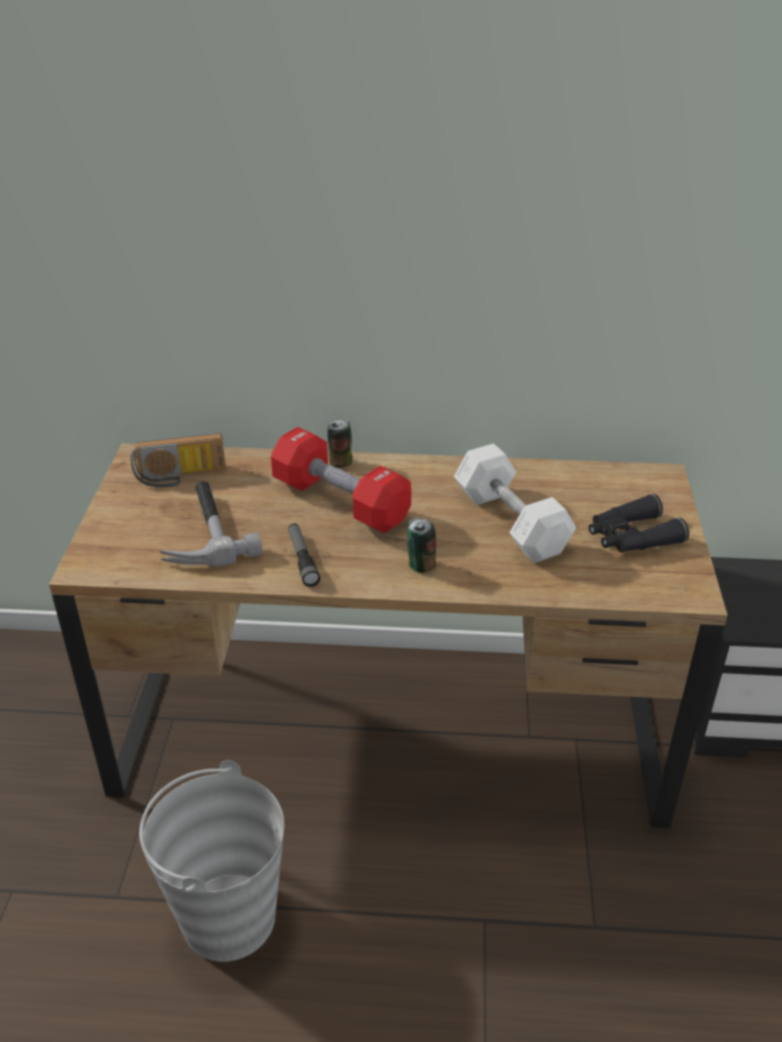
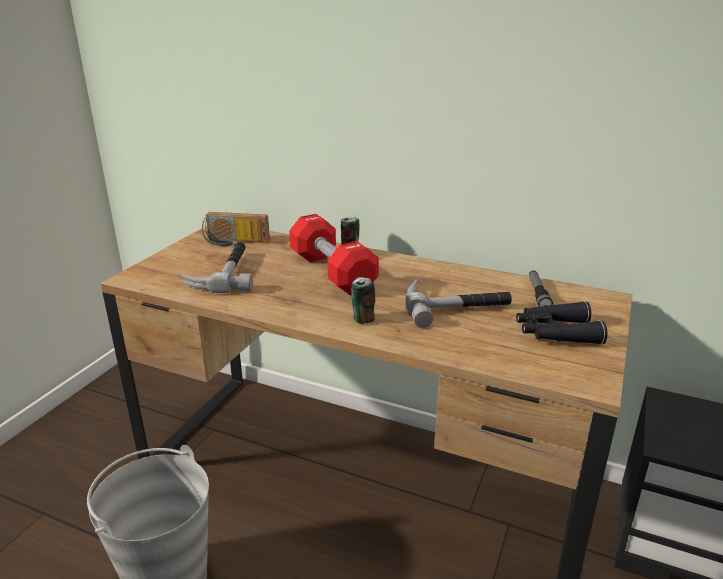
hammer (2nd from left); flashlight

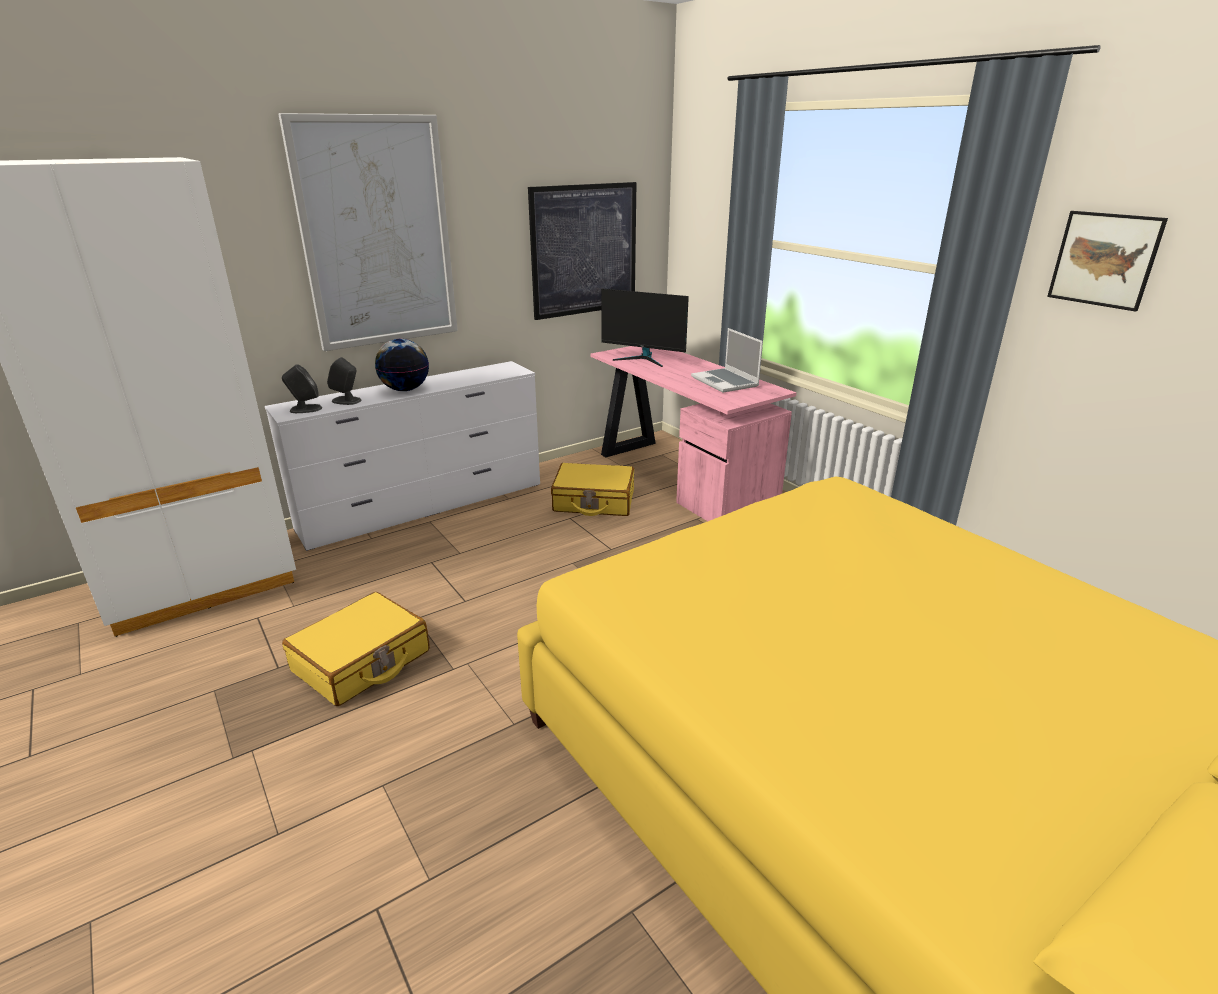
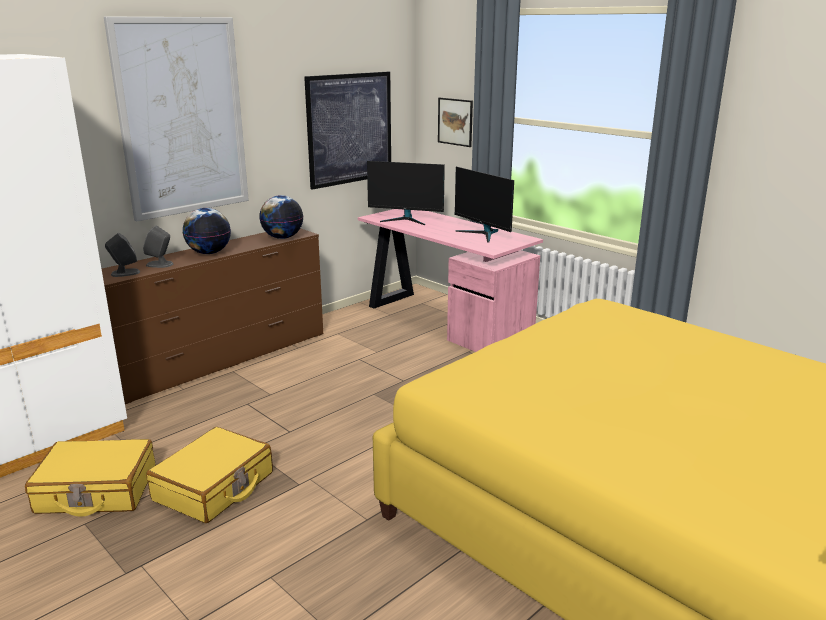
yellow_suitcase (1st from left); brown_dresser; globe (2nd from left); picture (3rd from left); monitor (2nd from left)

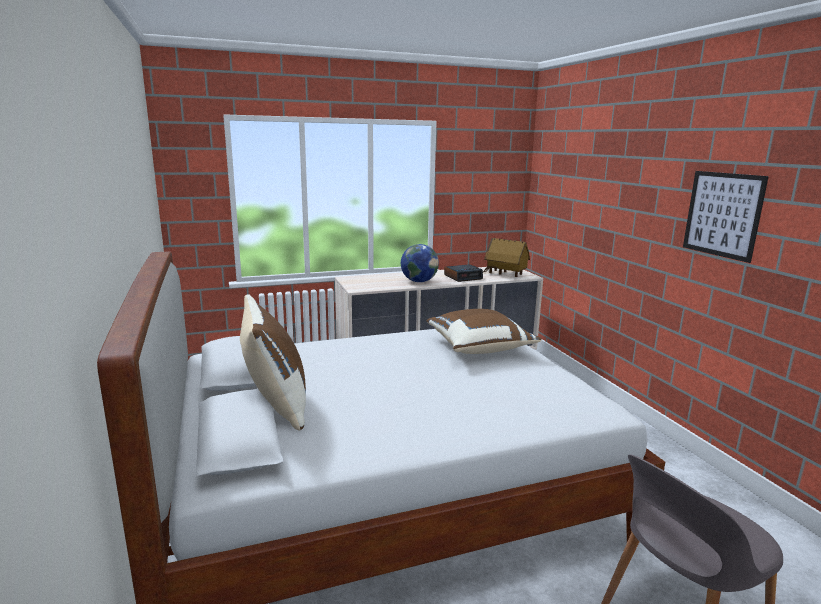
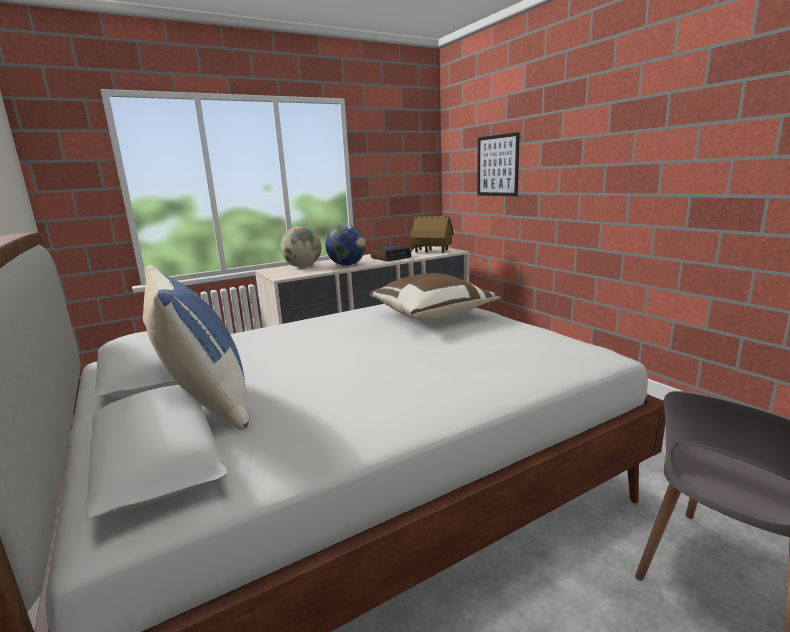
blue_pillow; globe (1st from left); picture

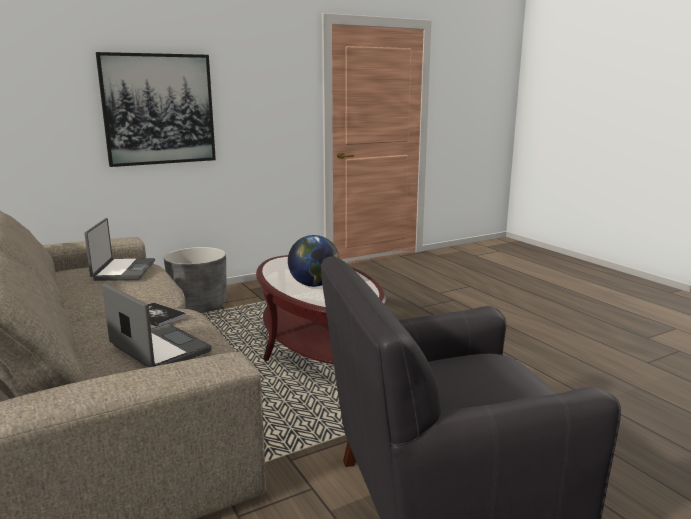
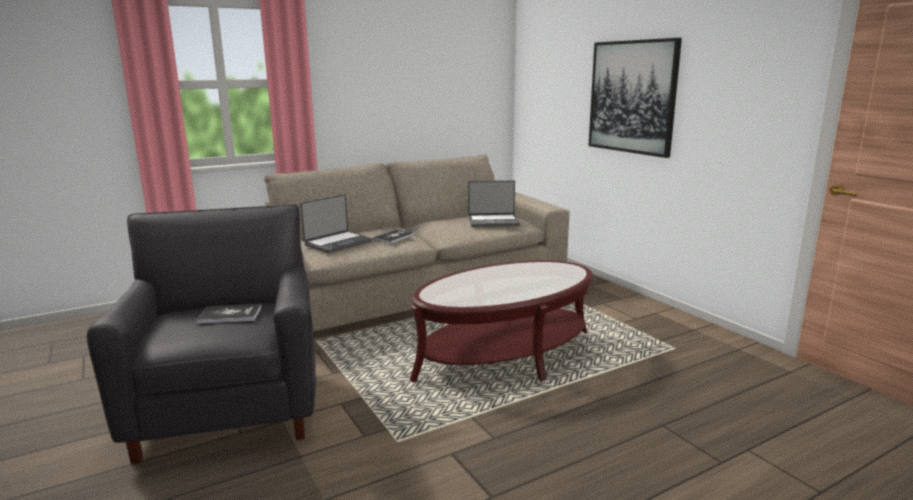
book (1st from left); grey_planter; globe

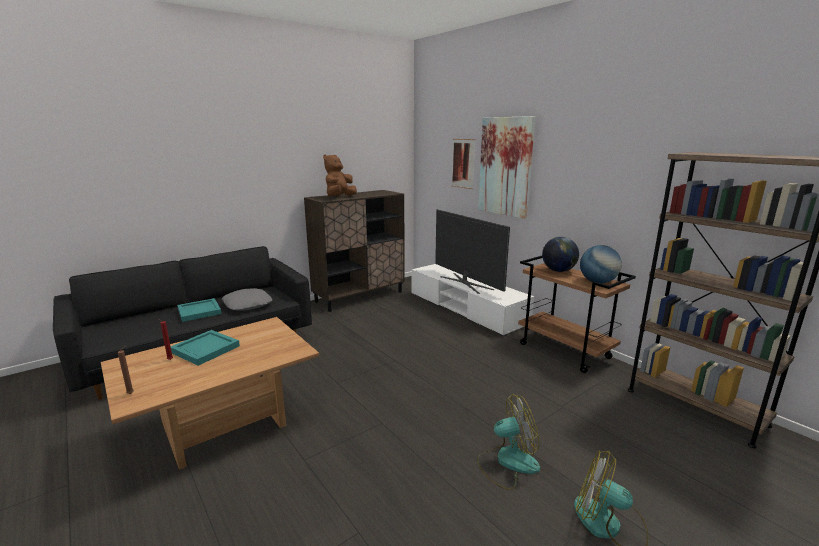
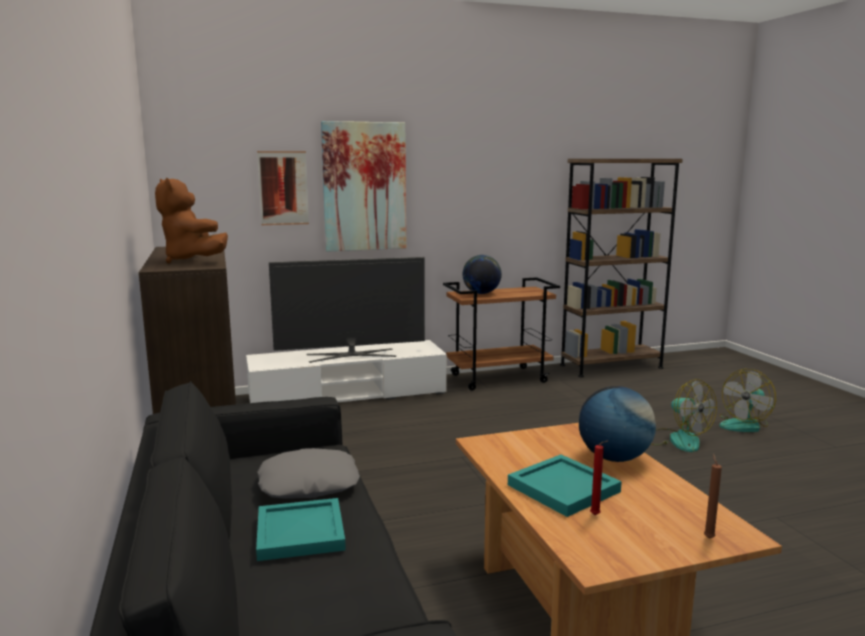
globe (2nd from left); fan (1st from left)

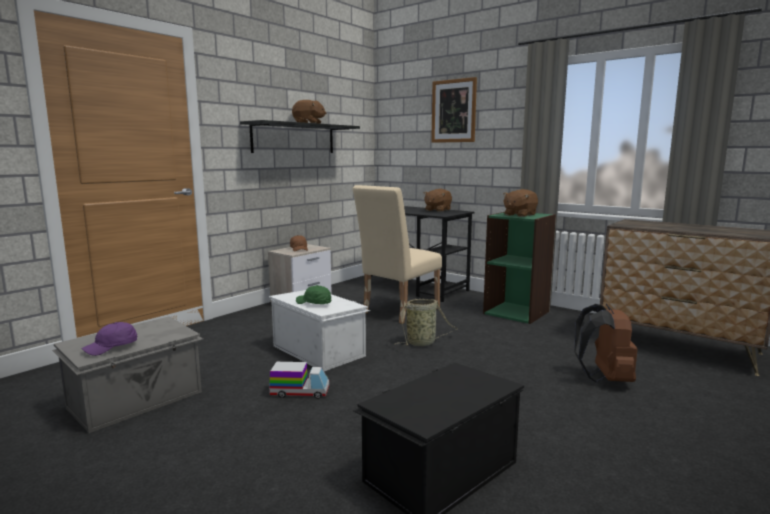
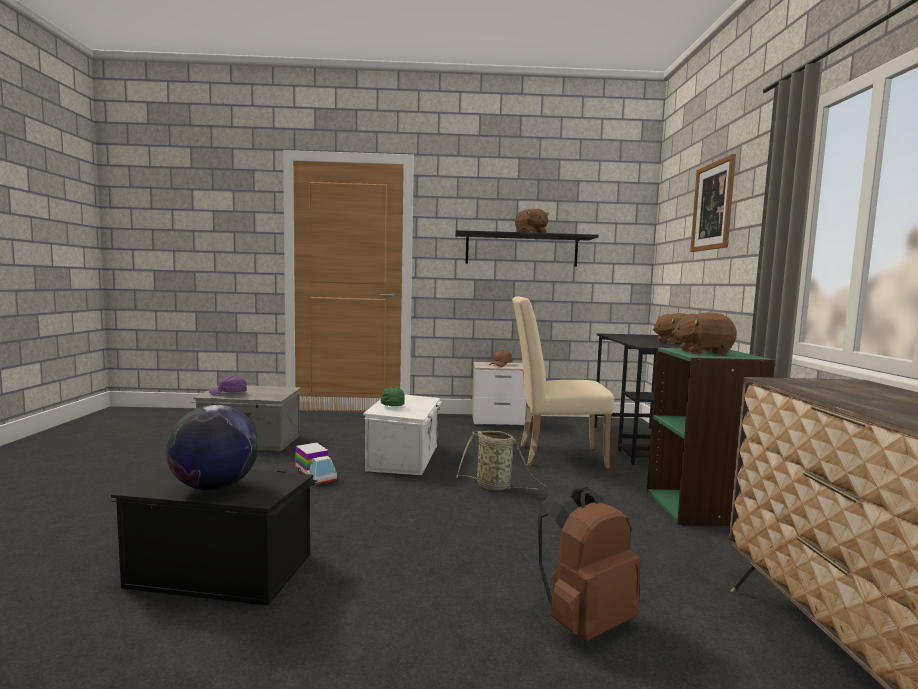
globe

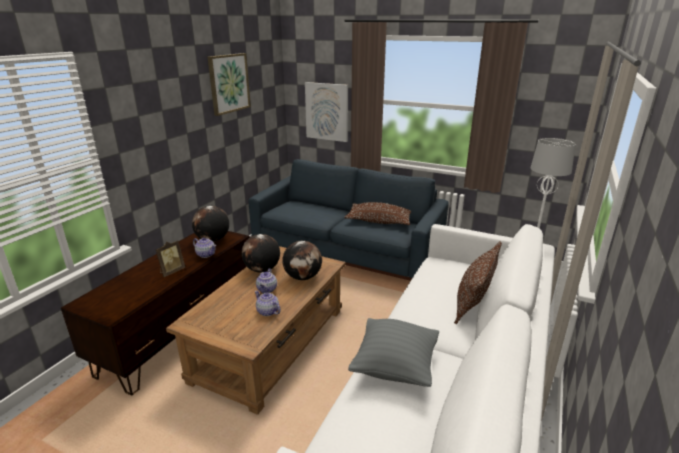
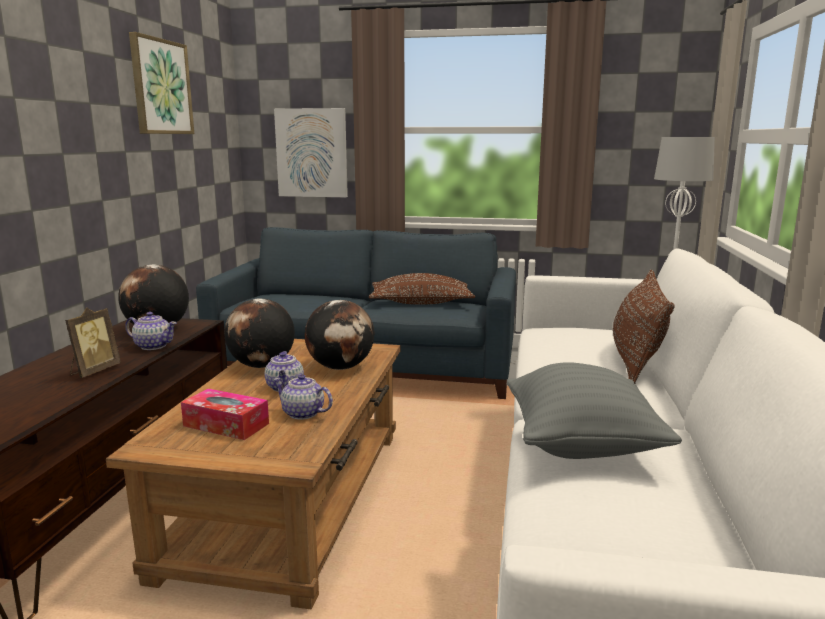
tissue_box

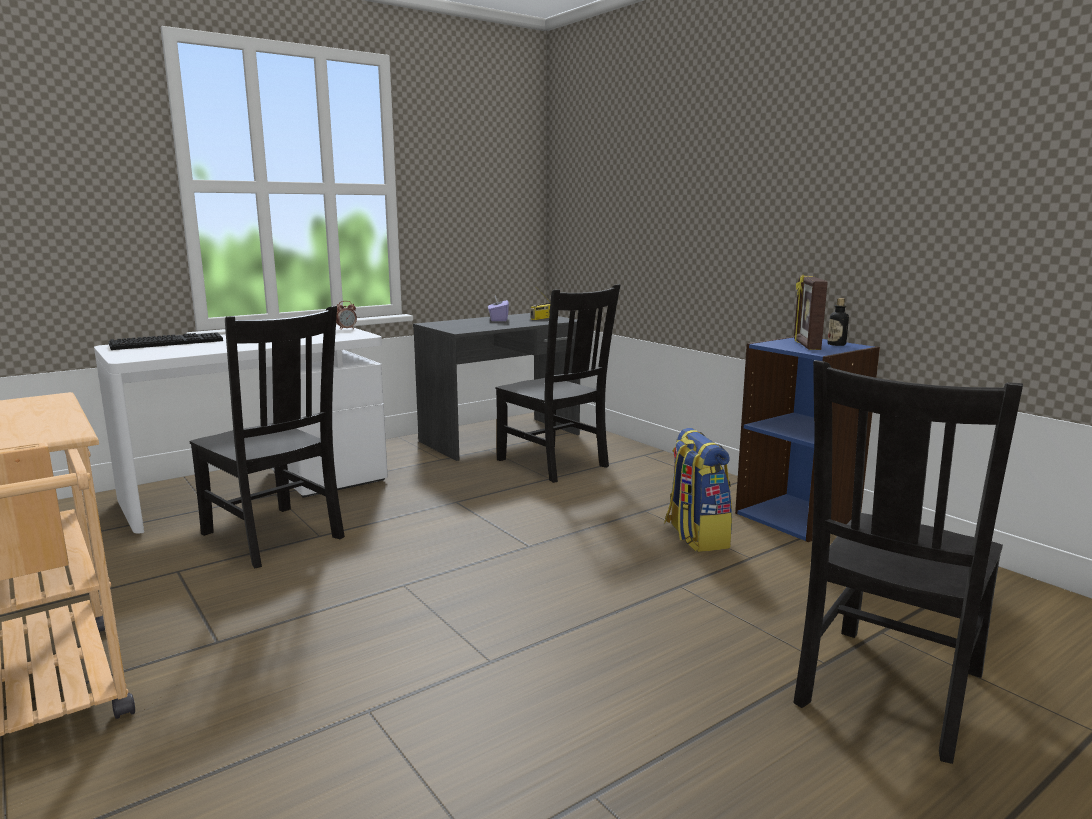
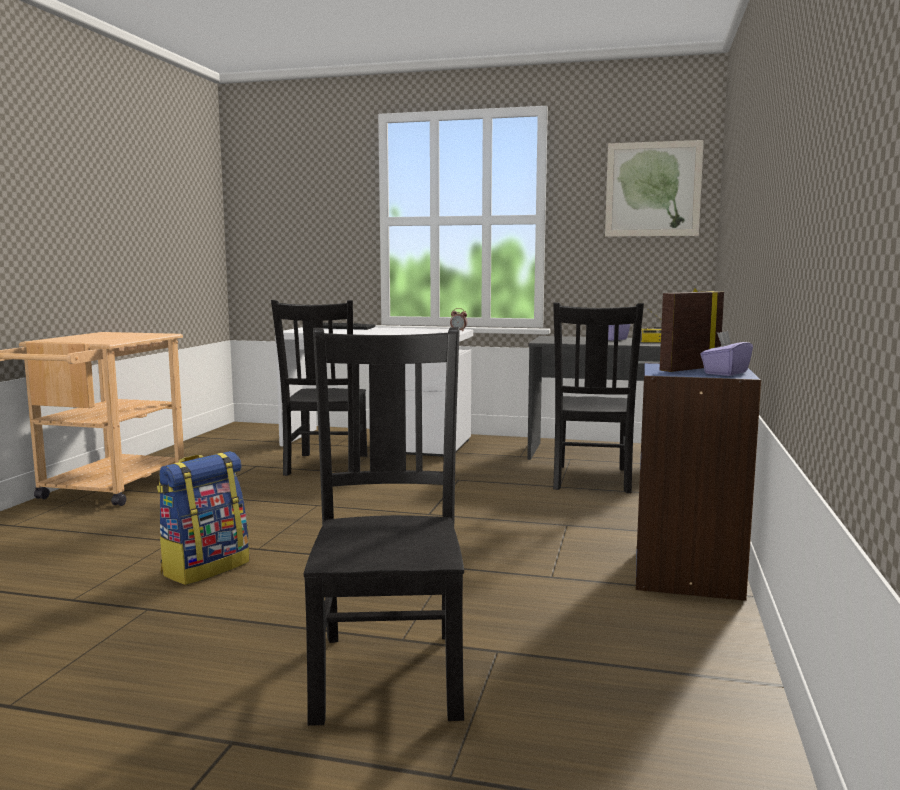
backpack; black_chair (2nd from left); picture; purple_tissue_box (2nd from left)

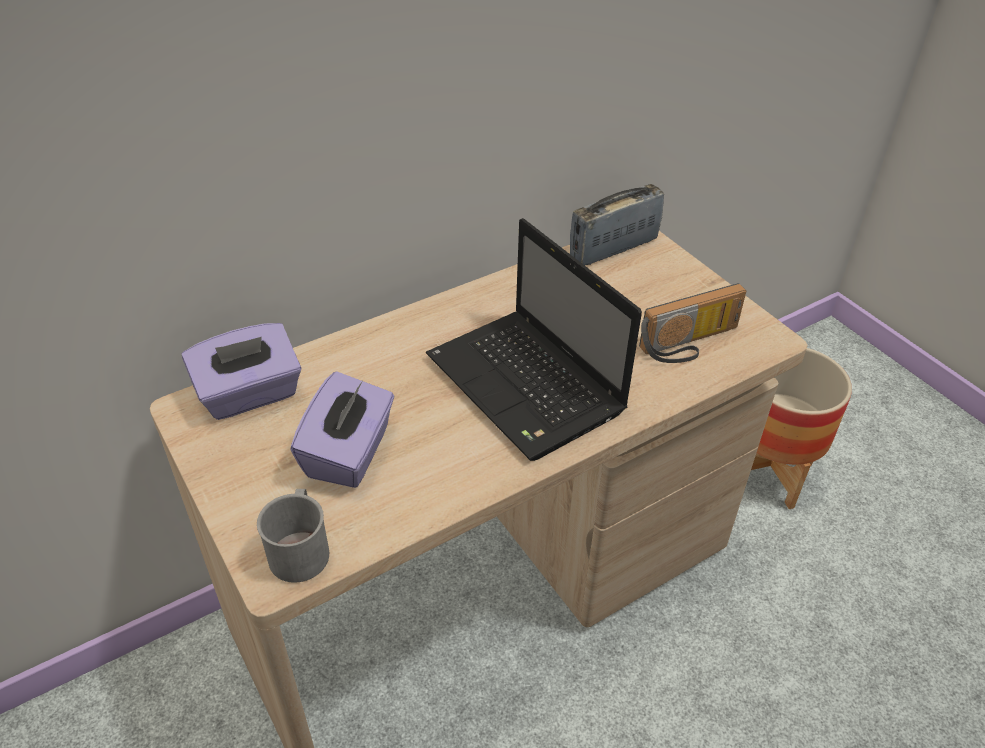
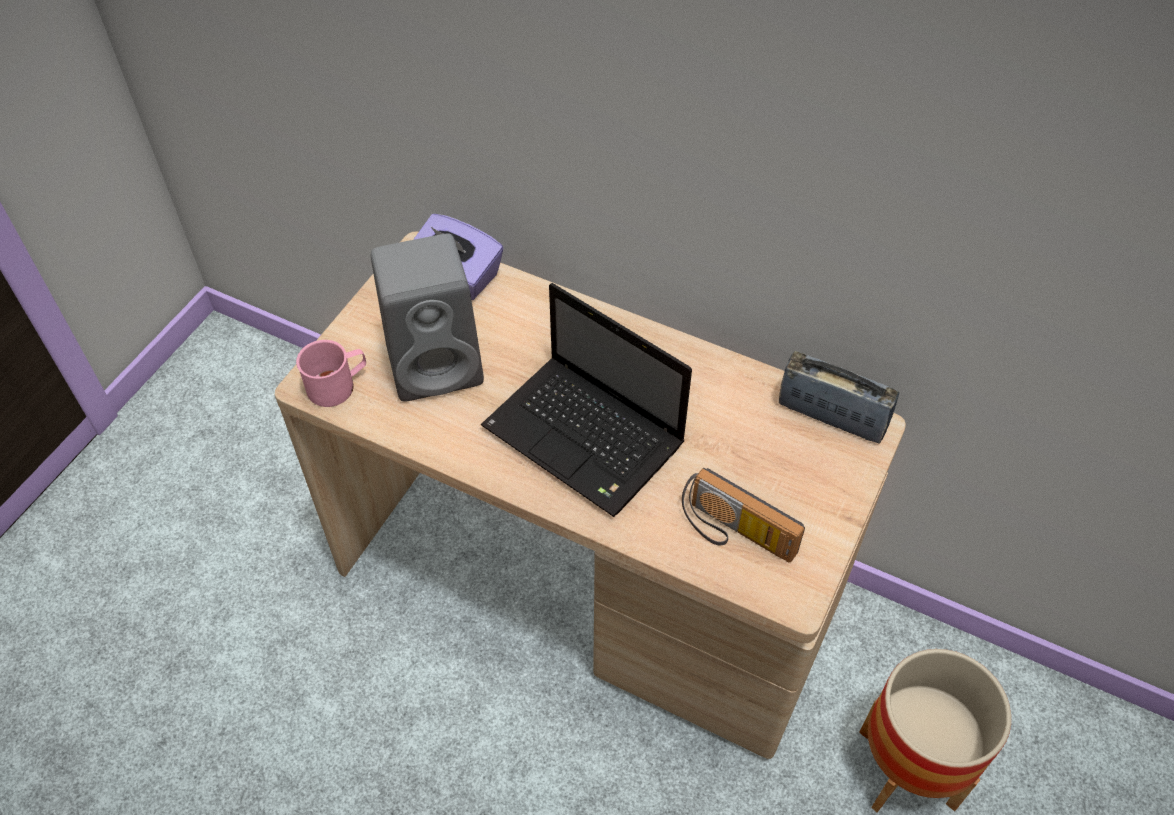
pink_mug; grey_speaker; laptop

